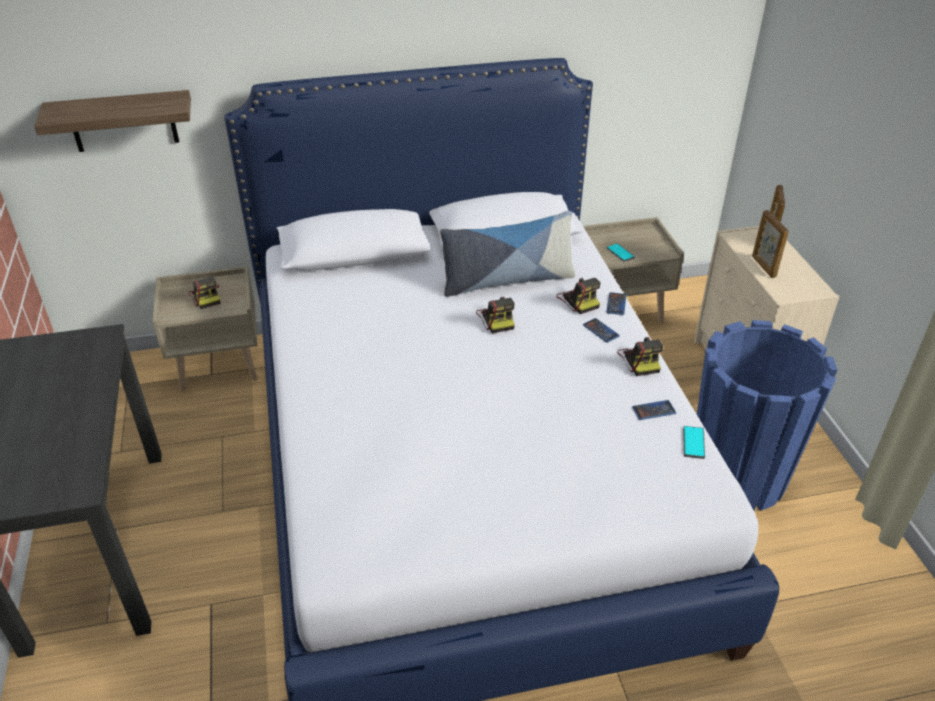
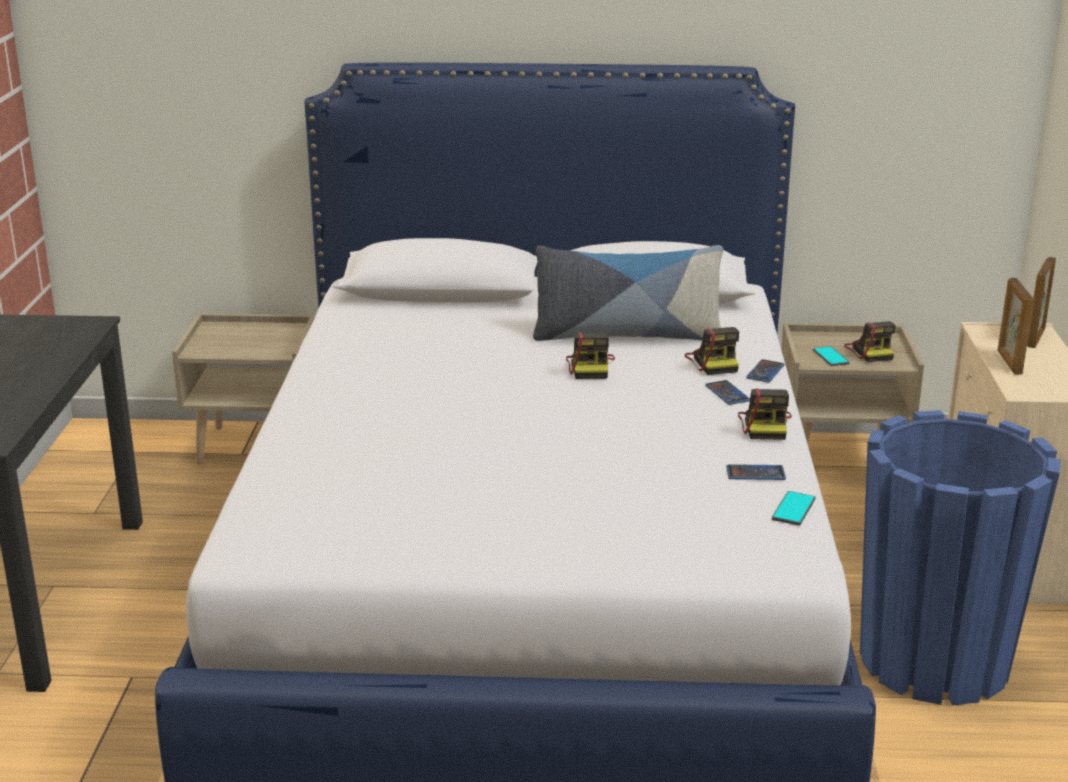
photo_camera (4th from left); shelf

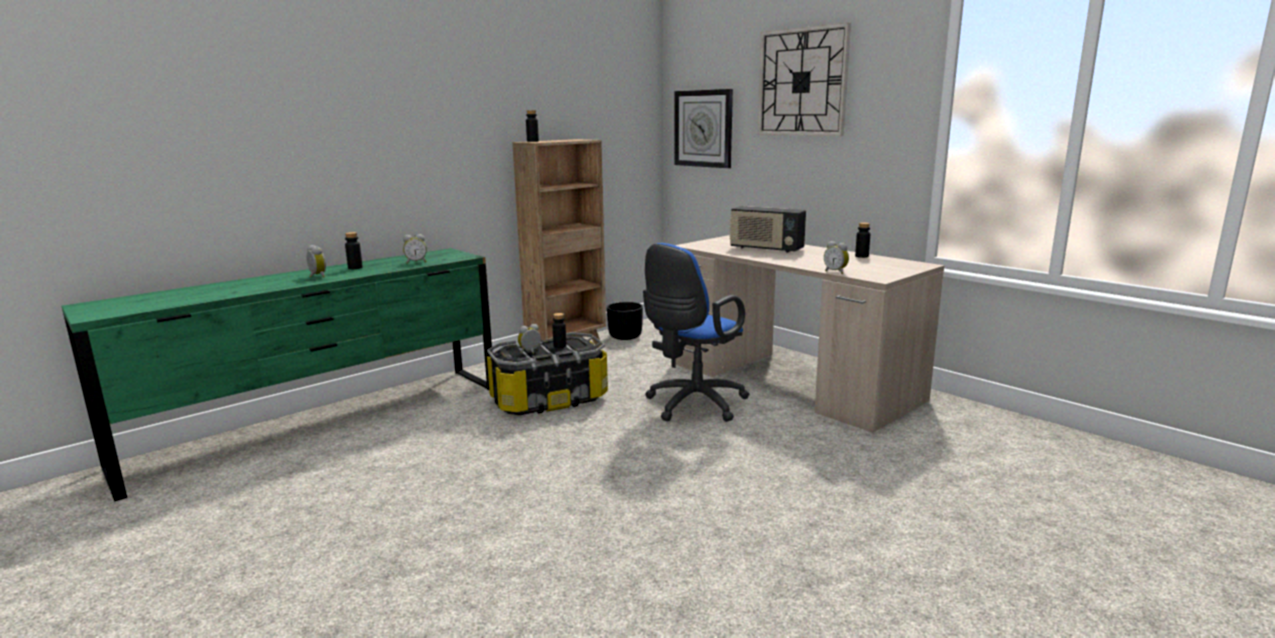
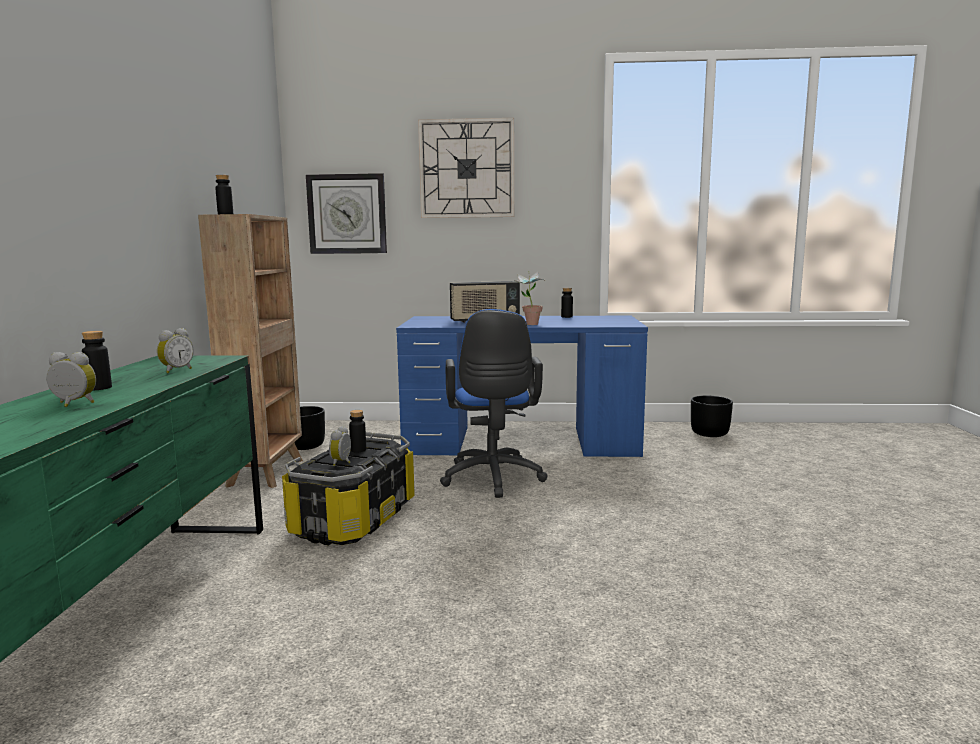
blue_desk; potted_plant; black_planter (2nd from left); alarm_clock (4th from left in the first image)

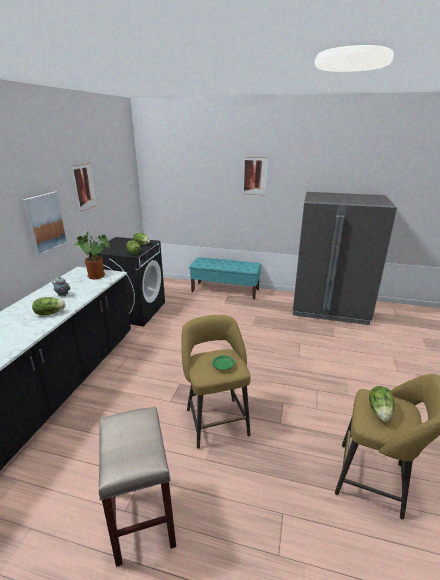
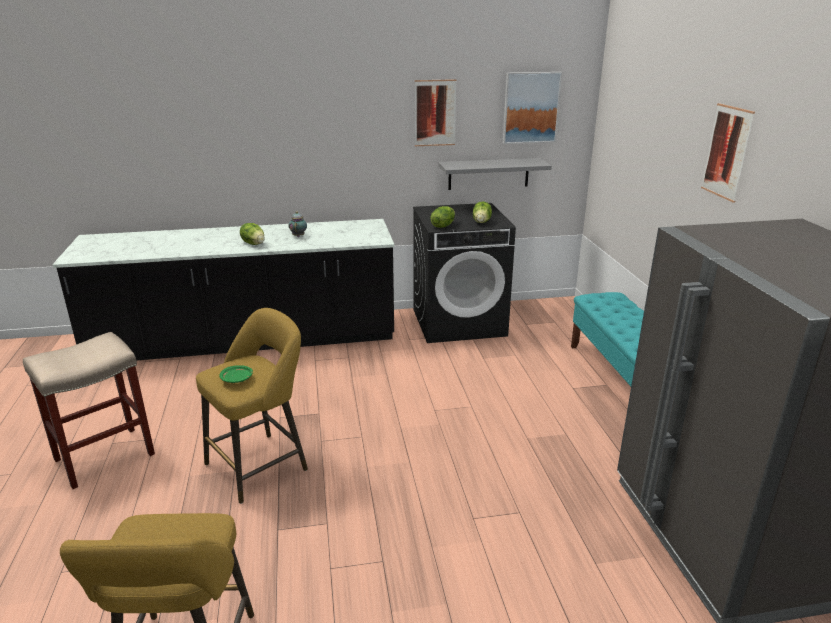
grey_shelf; picture (2nd from left); potted_plant; lettuce (4th from left in the first image)

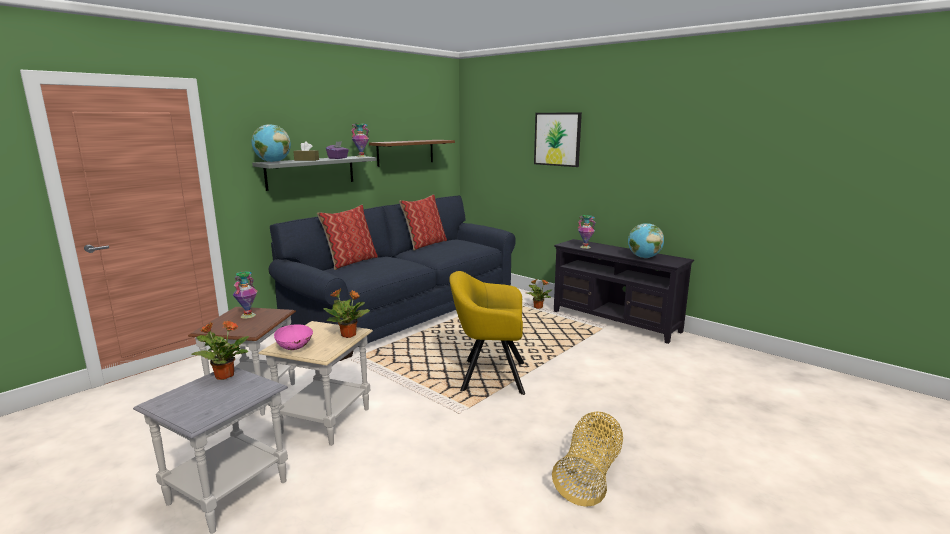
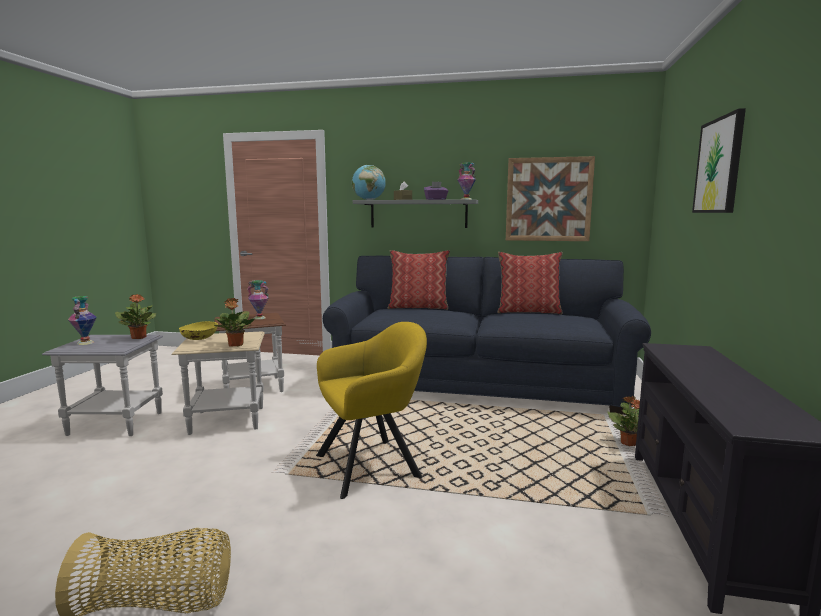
vase (1st from left); yellow_bowl; yellow_armchair; picture (1st from left); globe (2nd from left in the first image)

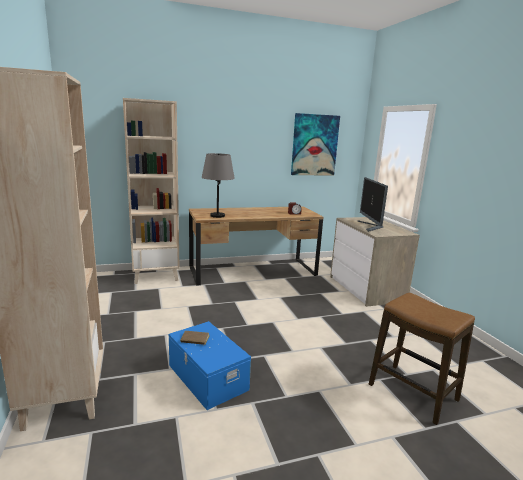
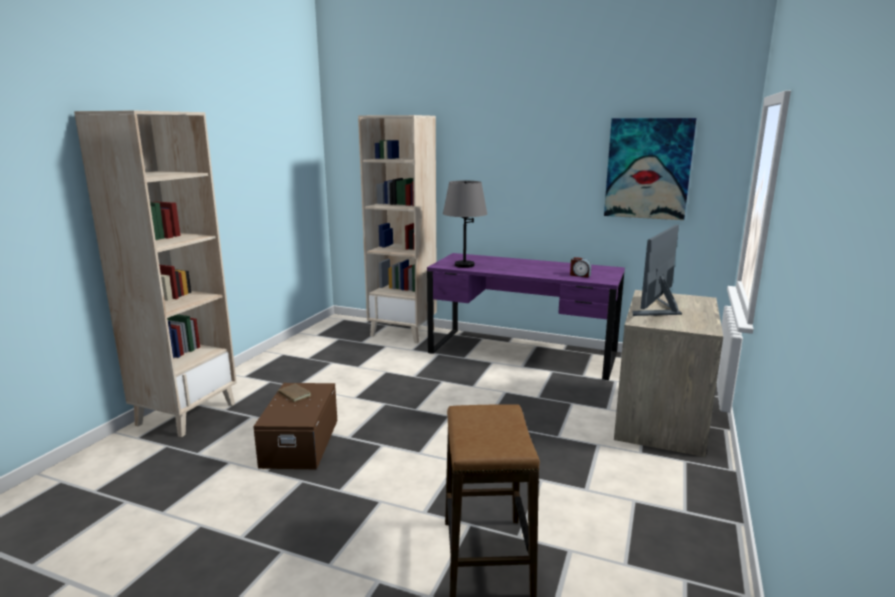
brown_storage_box; purple_desk

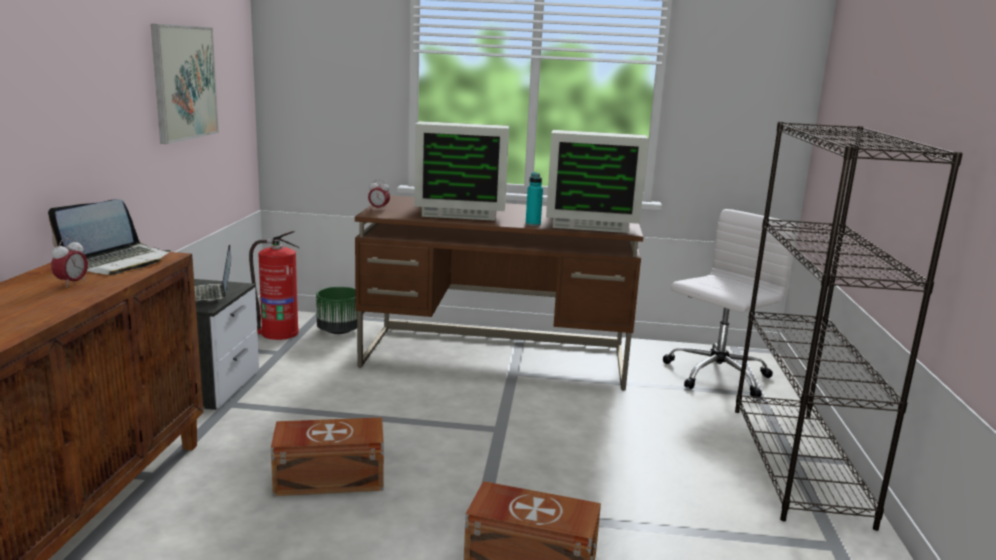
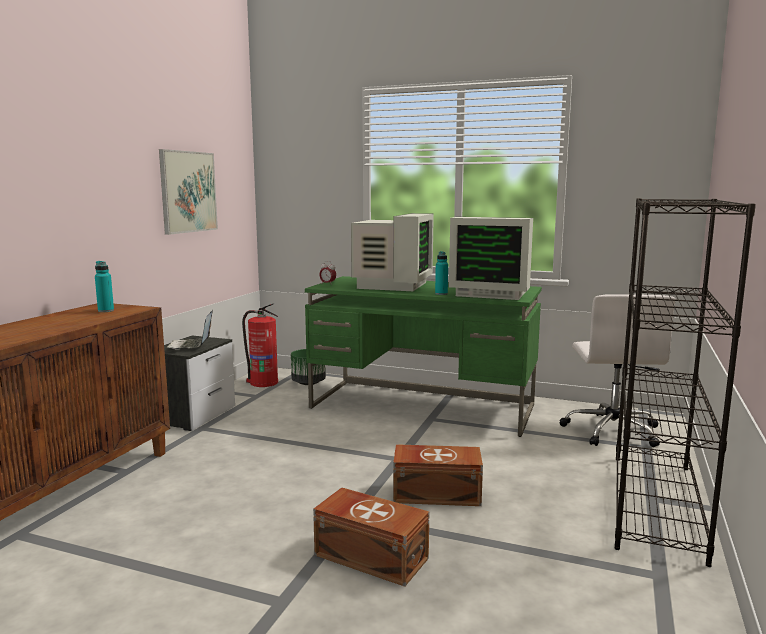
turquoise_bottle (1st from left); green_desk; monitor (1st from left); brown_storage_box (2nd from left); white_office_chair; alarm_clock (1st from left in the first image)

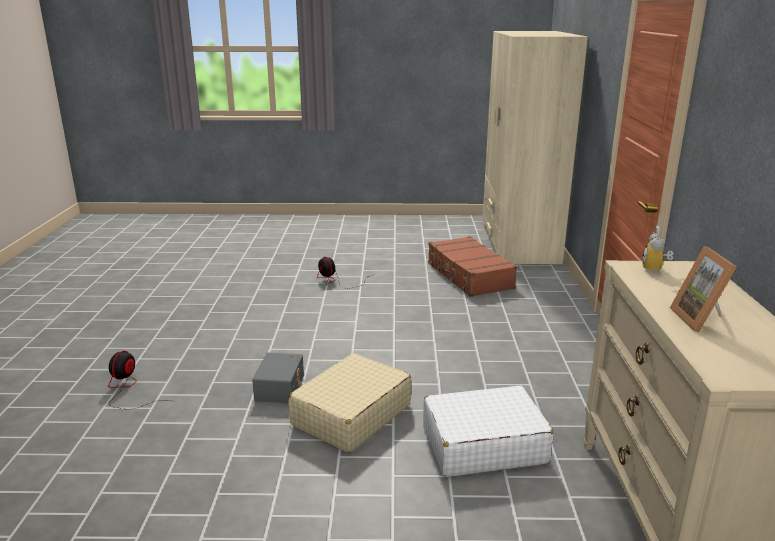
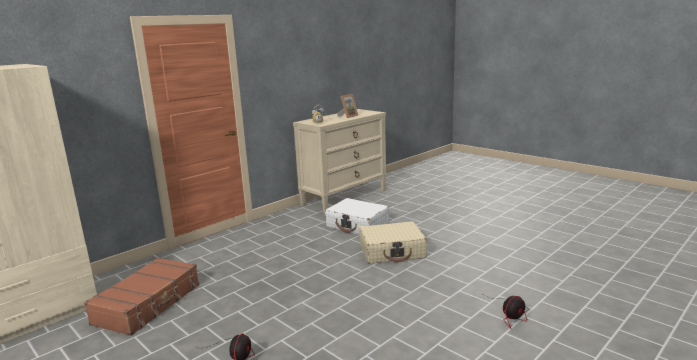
grey_storage_box

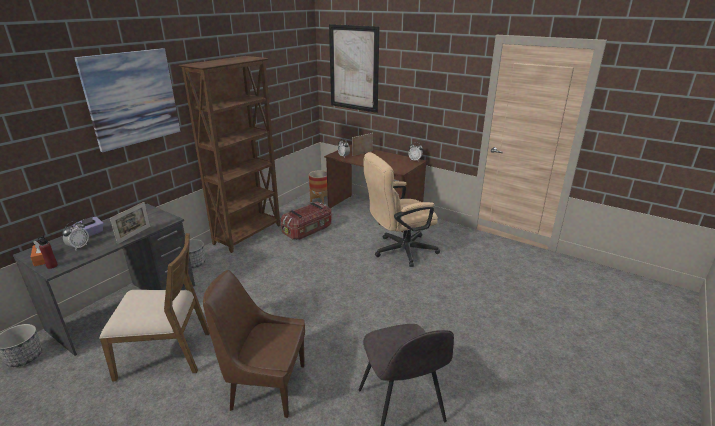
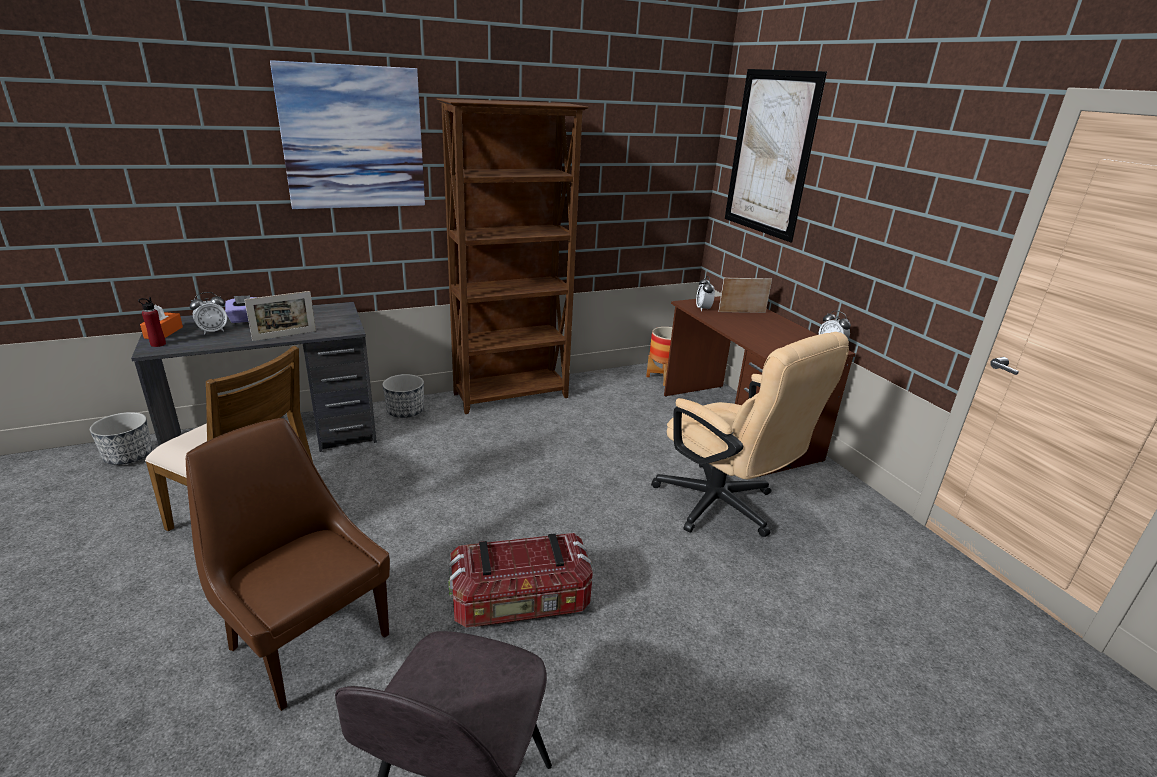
storage_box; beige_office_chair

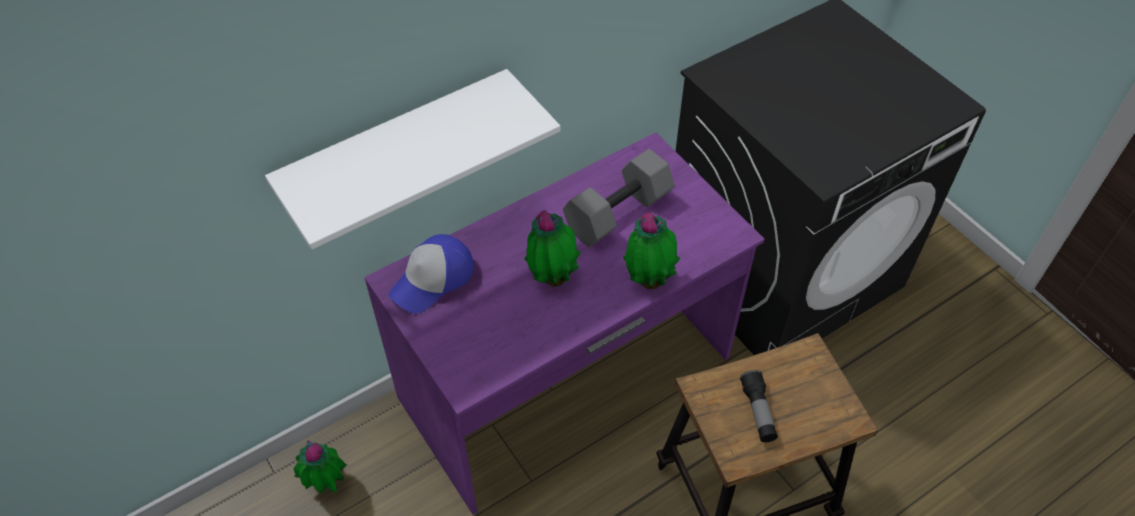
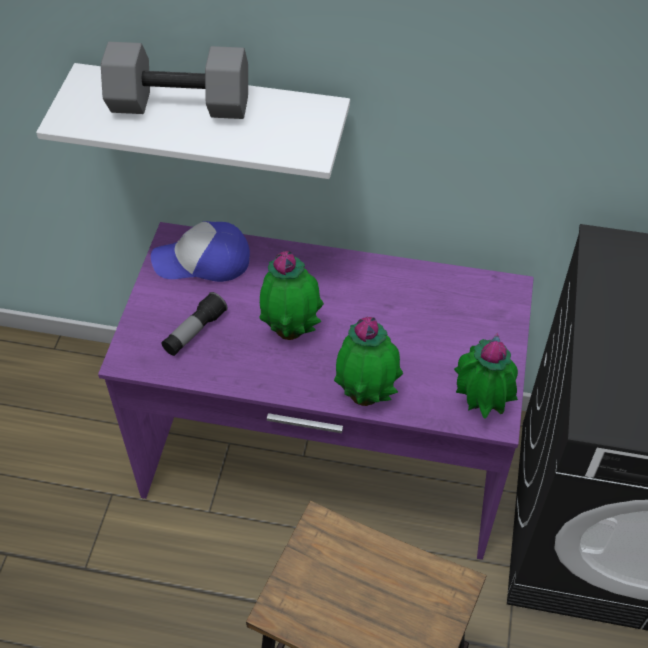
grey_dumbbell; flashlight; potted_plant (3rd from left)

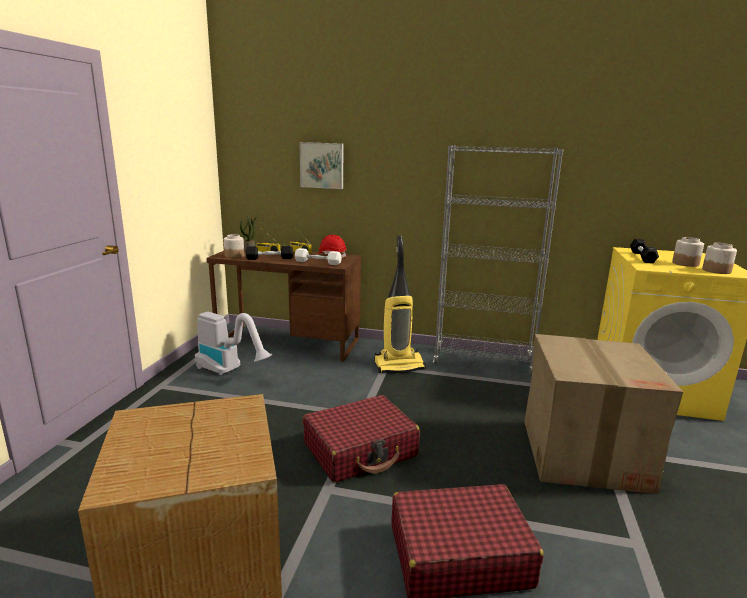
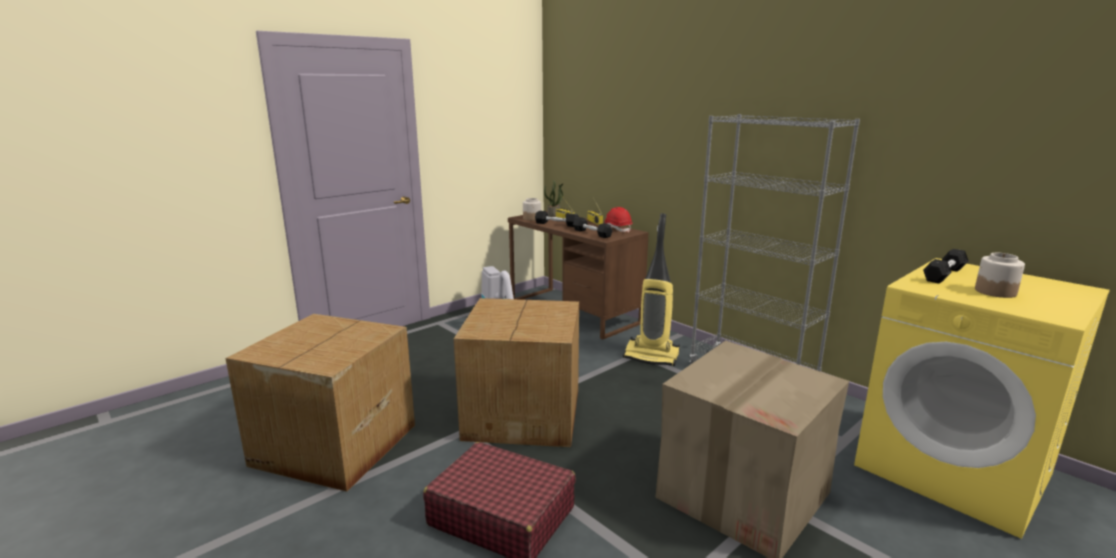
cardboard_box (2nd from left); black_dumbbell (2nd from left); picture; jar (3rd from left in the first image)

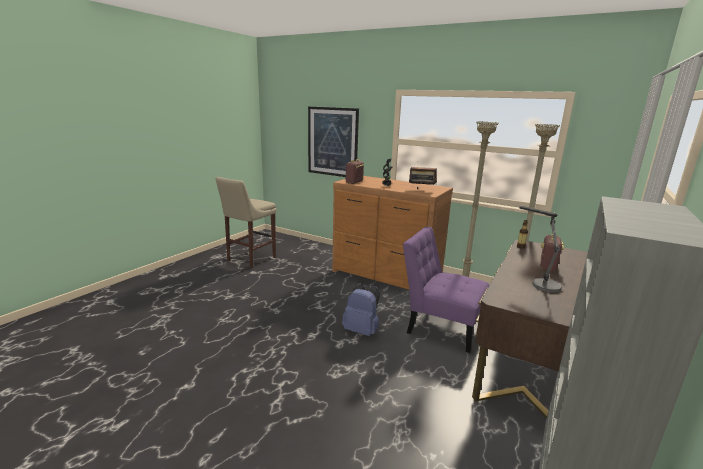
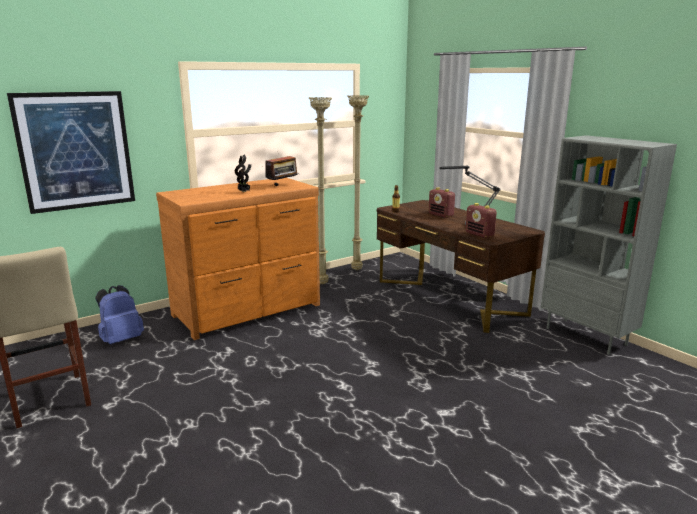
blue_backpack; radio (3rd from left); purple_chair

